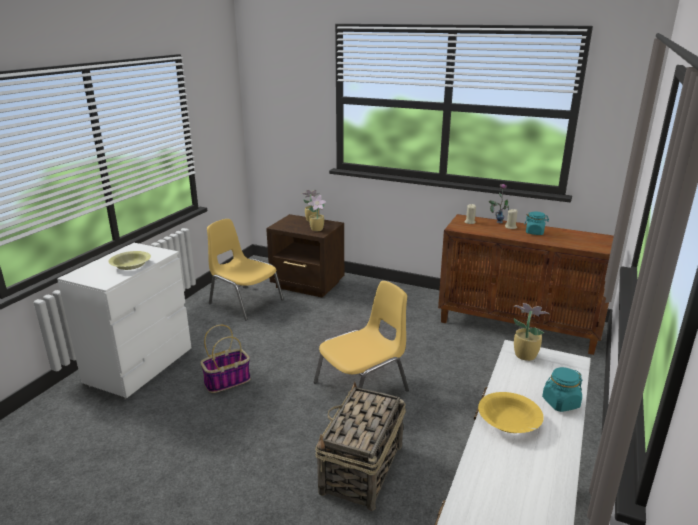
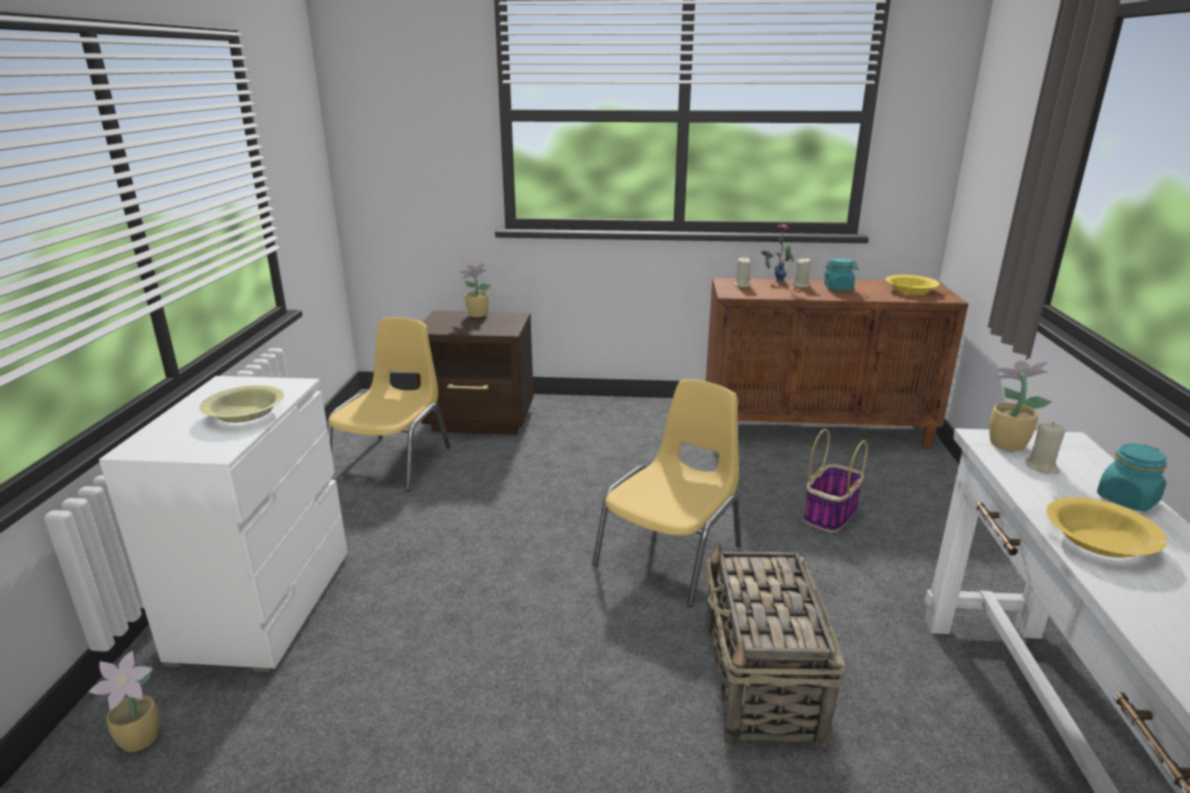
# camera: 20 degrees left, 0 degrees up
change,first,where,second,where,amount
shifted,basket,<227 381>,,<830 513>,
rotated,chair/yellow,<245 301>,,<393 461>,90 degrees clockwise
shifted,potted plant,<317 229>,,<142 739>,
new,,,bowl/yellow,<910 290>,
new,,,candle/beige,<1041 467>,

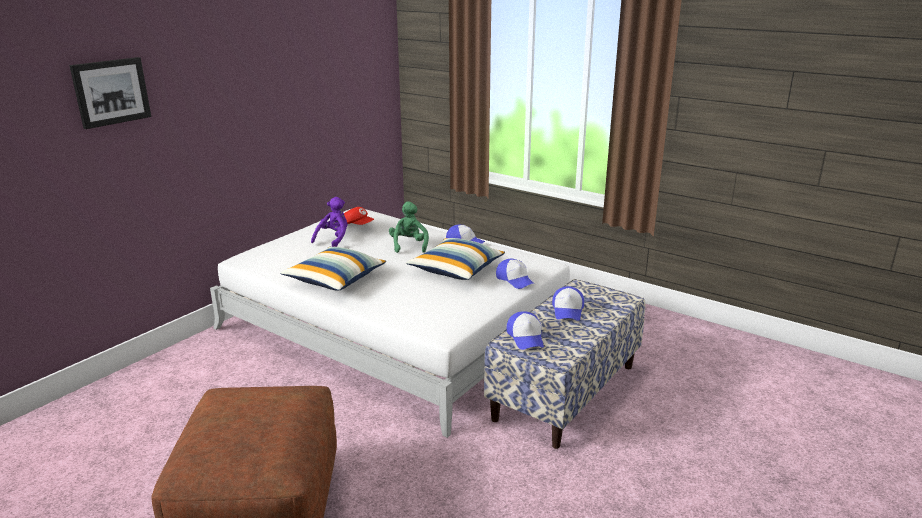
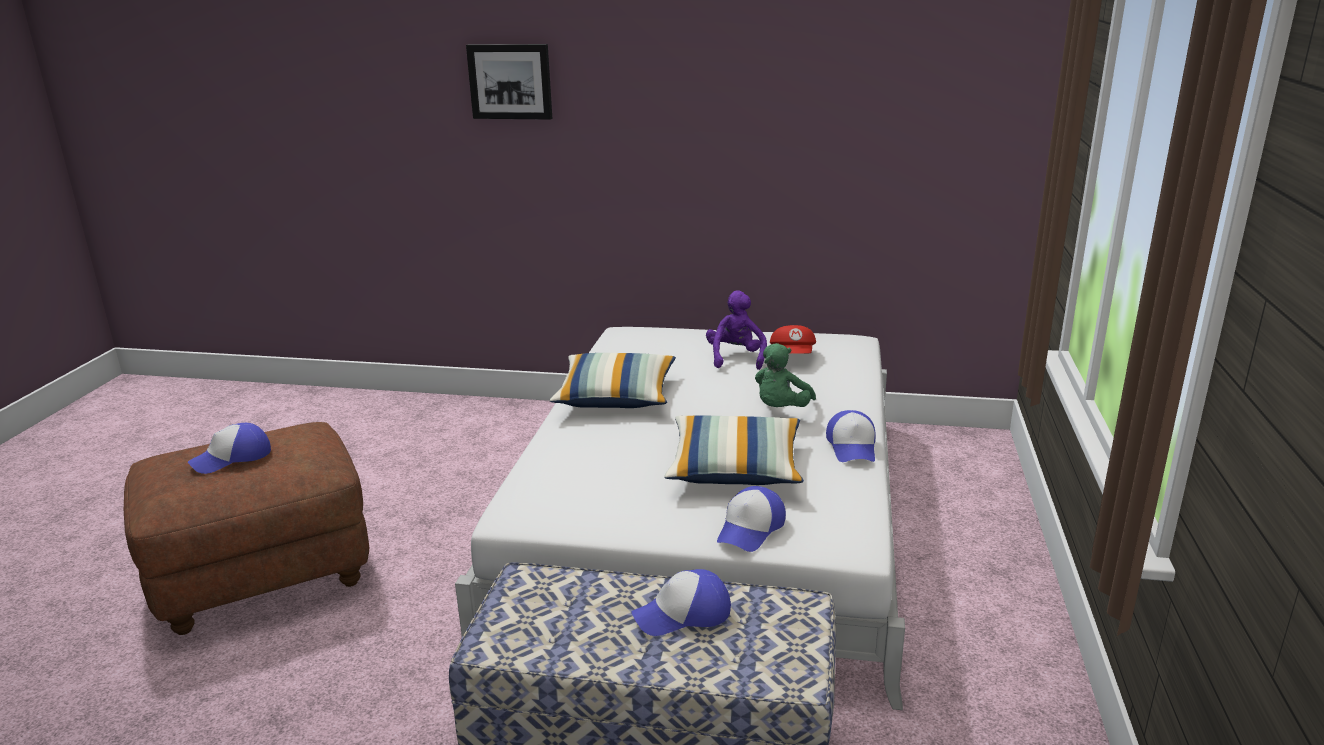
# camera: 65 degrees right, 0 degrees up
change,first,where,second,where,amount
rotated,plush toy/purple,<334 240>,,<736 358>,90 degrees counterclockwise
rotated,plush toy/green,<409 245>,,<781 409>,150 degrees clockwise
shifted,cap,<526 337>,,<232 458>,

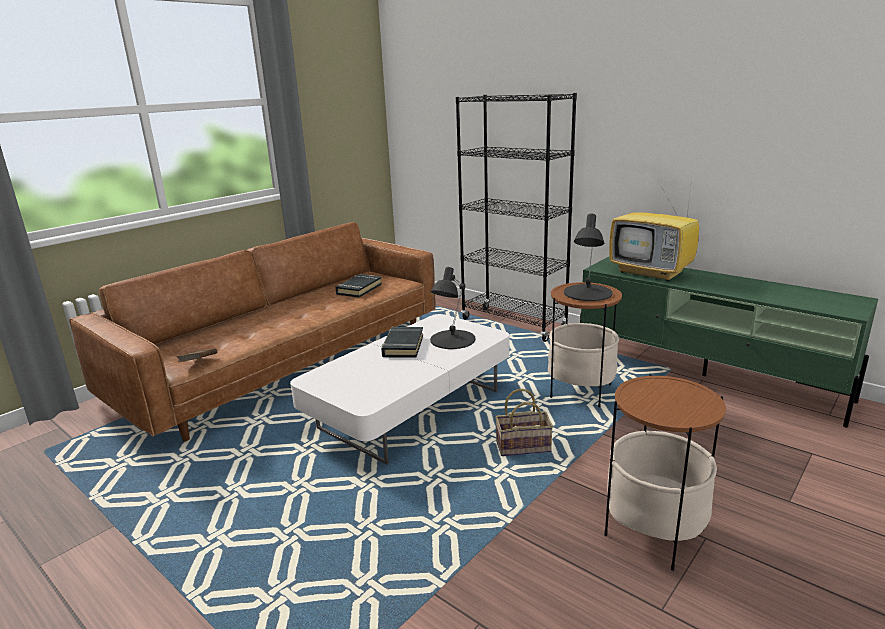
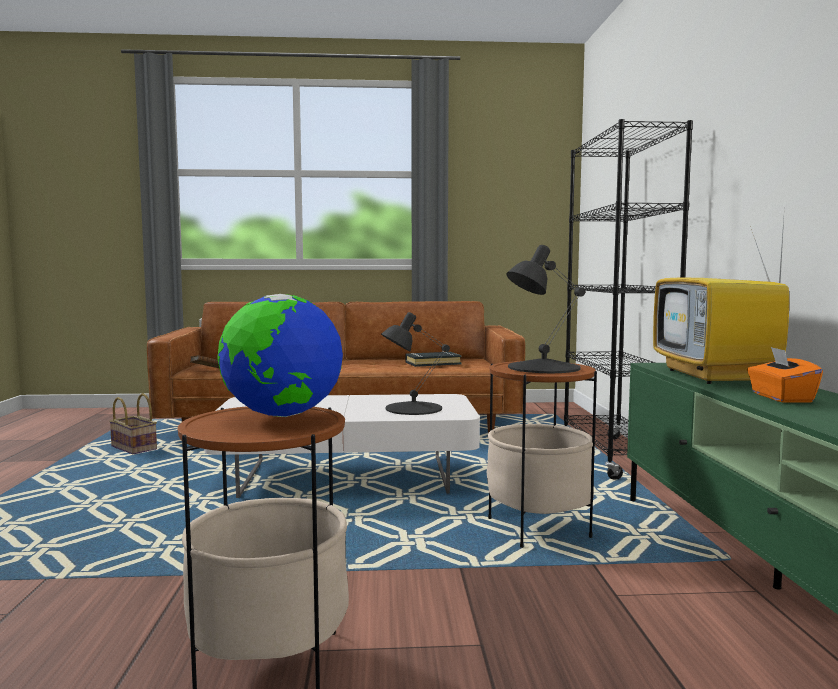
# camera: 45 degrees right, 15 degrees down
change,first,where,second,where,amount
gone,book/black,<403 346>,,,
shifted,basket,<524 446>,,<135 448>,
new,,,globe,<282 415>,
new,,,tissue box/orange,<780 398>,

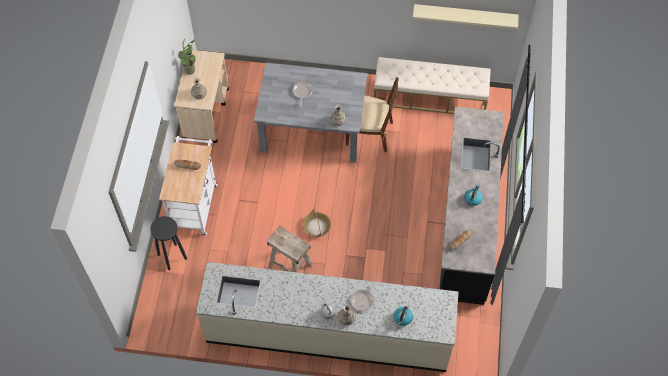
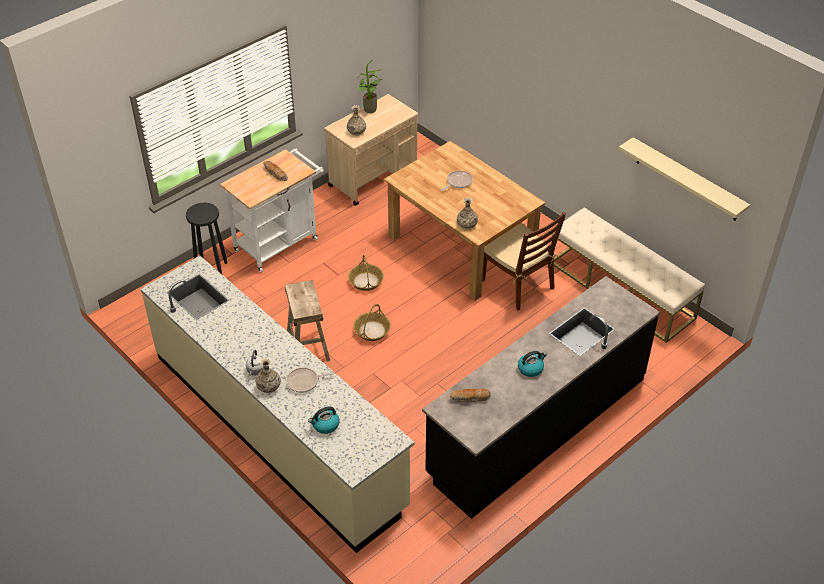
# camera: 40 degrees right, 15 degrees down
change,first,where,second,where,amount
repainted,dining table/grey,<311 130>,dining table/brown,<460 247>,
new,,,basket,<366 281>,

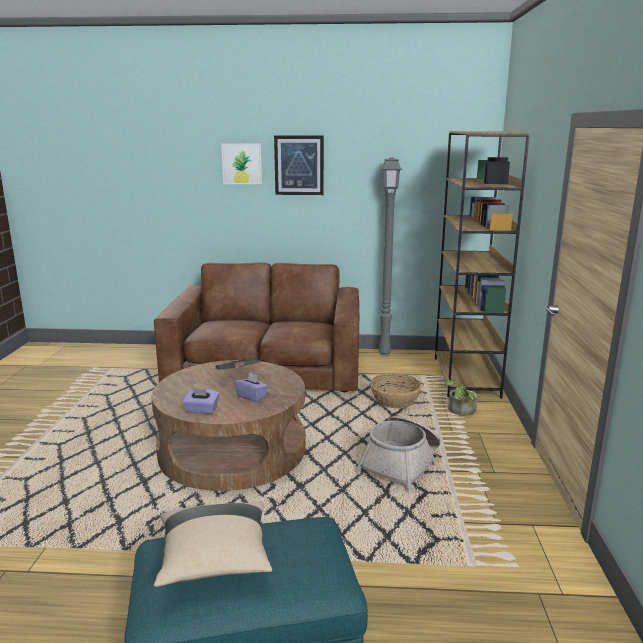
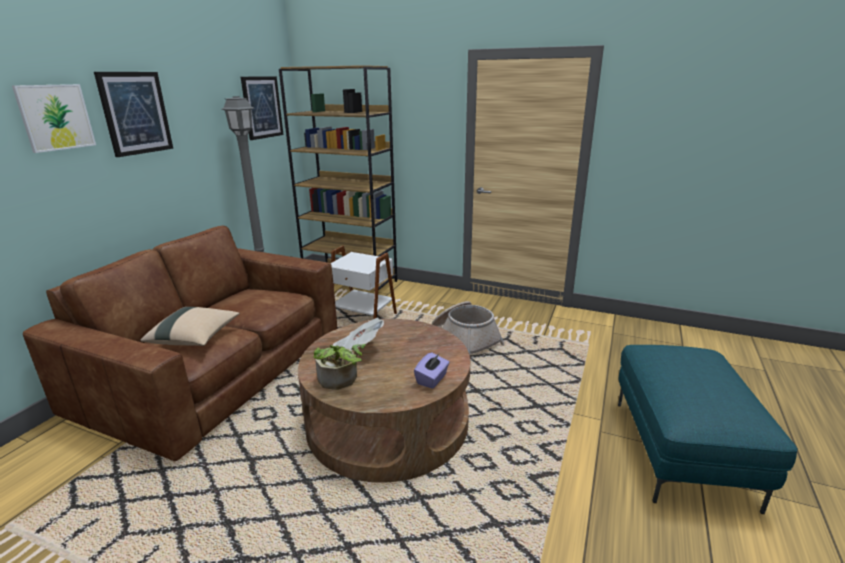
# camera: 70 degrees left, 5 degrees up
change,first,where,second,where,amount
shifted,pillow/beige,<214 560>,,<195 338>,
gone,tissue box/purple,<252 396>,,,
swapped,basket,<395 400>,side table/white,<363 318>,
shifted,potted plant,<460 411>,,<340 381>,
new,,,picture,<262 107>,

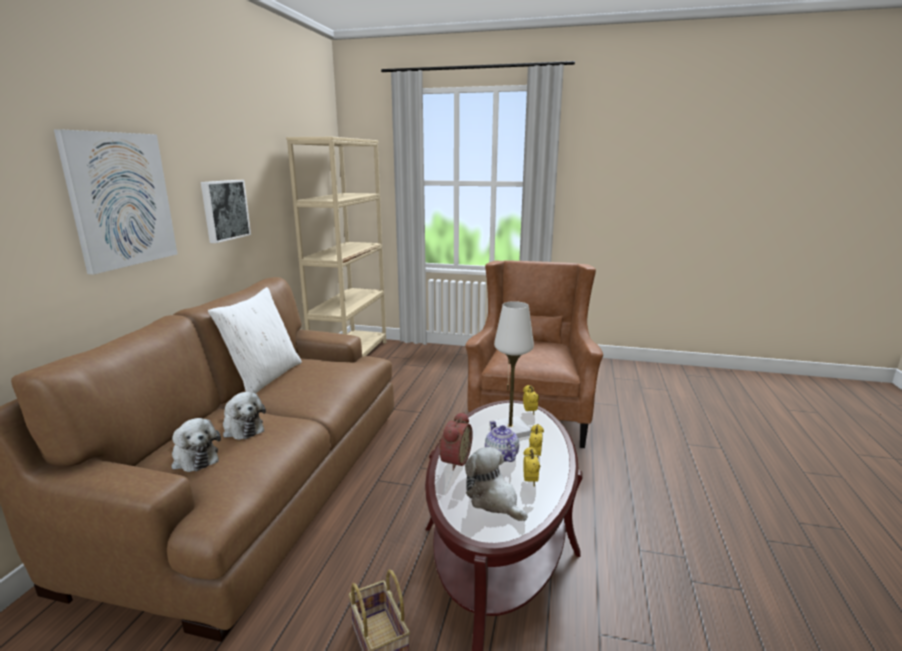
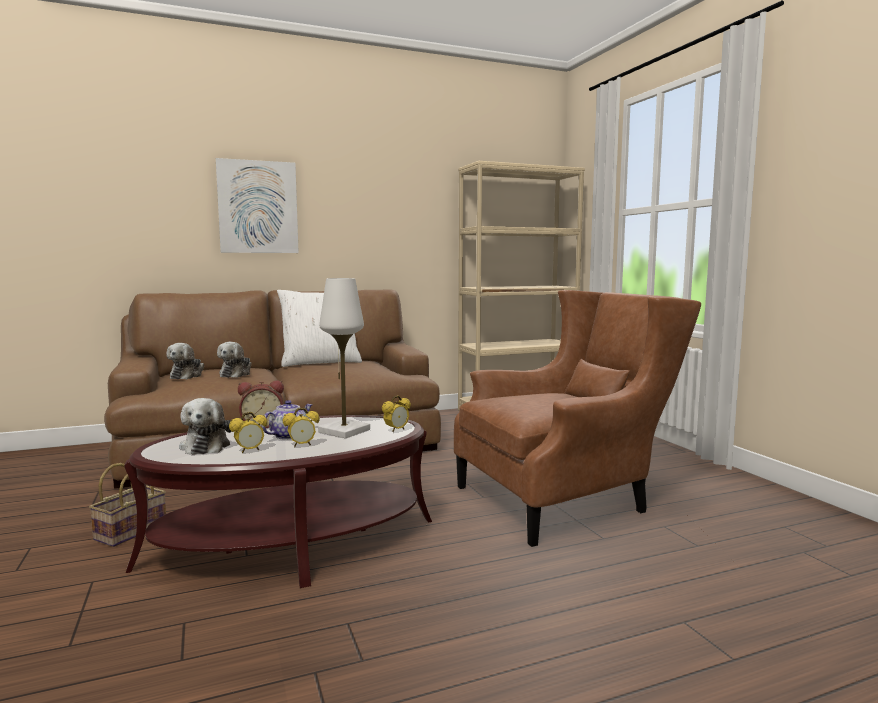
# camera: 55 degrees right, 10 degrees down
change,first,where,second,where,amount
gone,picture,<224 210>,,,
rotated,plush toy,<494 500>,,<206 445>,150 degrees clockwise

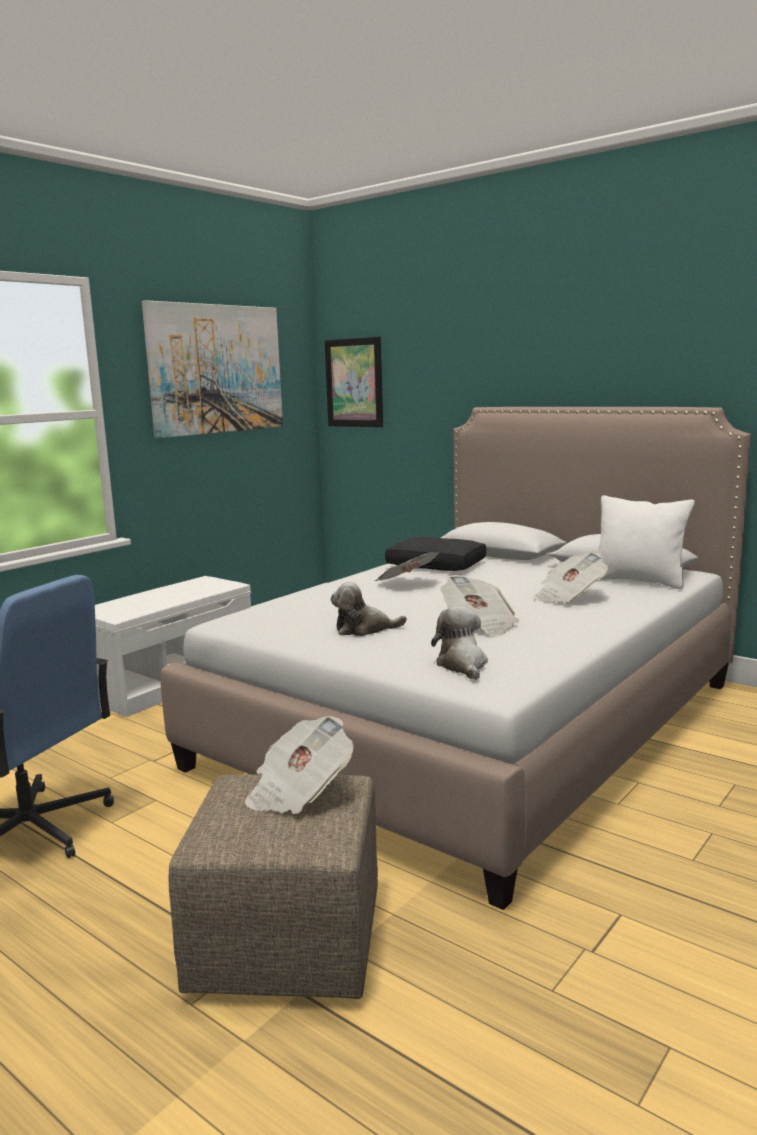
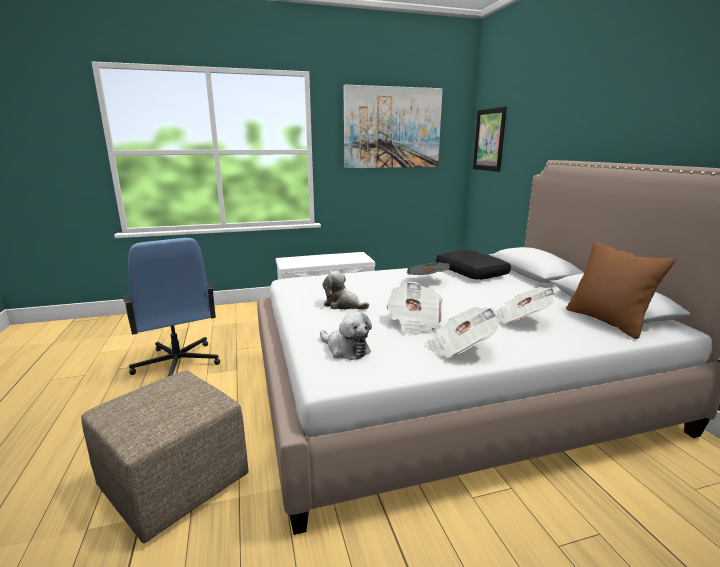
# camera: 35 degrees right, 5 degrees up
change,first,where,second,where,amount
shifted,newspaper,<299 792>,,<459 348>,
rotated,plush toy,<462 665>,,<346 349>,105 degrees clockwise
repainted,pillow/white,<639 581>,pillow/brown,<607 321>,

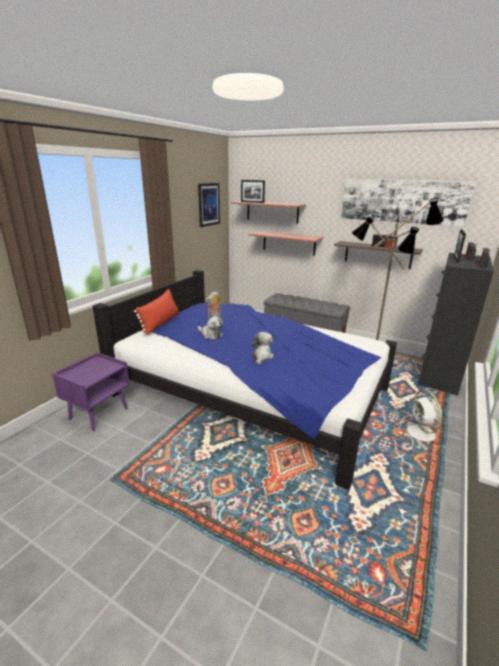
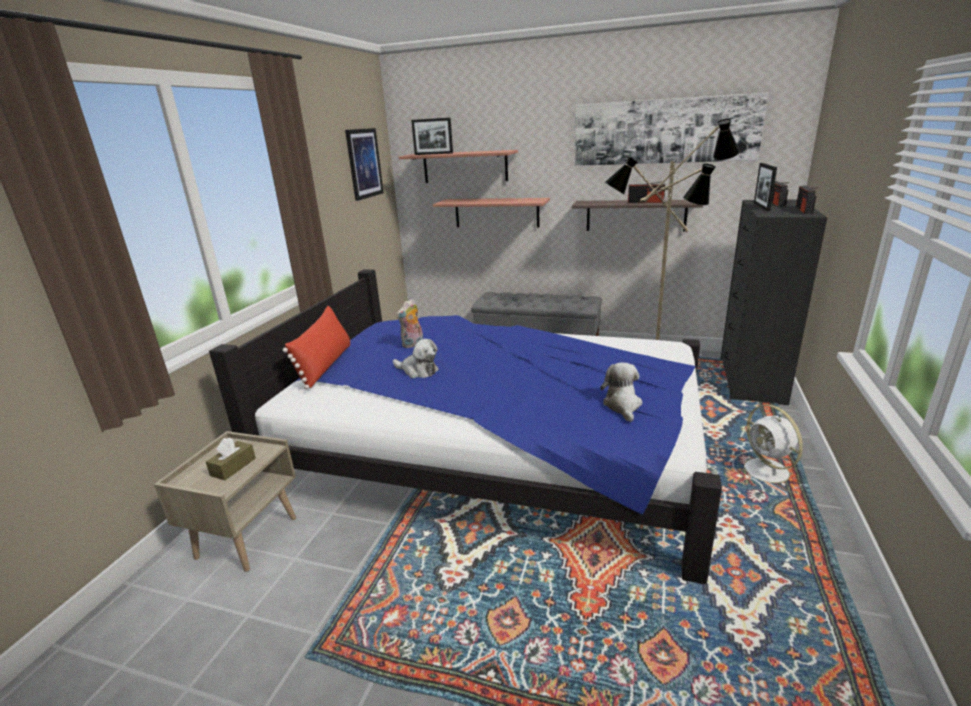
# camera: 10 degrees left, 0 degrees up
change,first,where,second,where,amount
repainted,nightstand/purple,<98 413>,nightstand/beige,<247 537>,
shifted,plush toy,<261 356>,,<622 406>,
new,,,tissue box/brown,<233 467>,

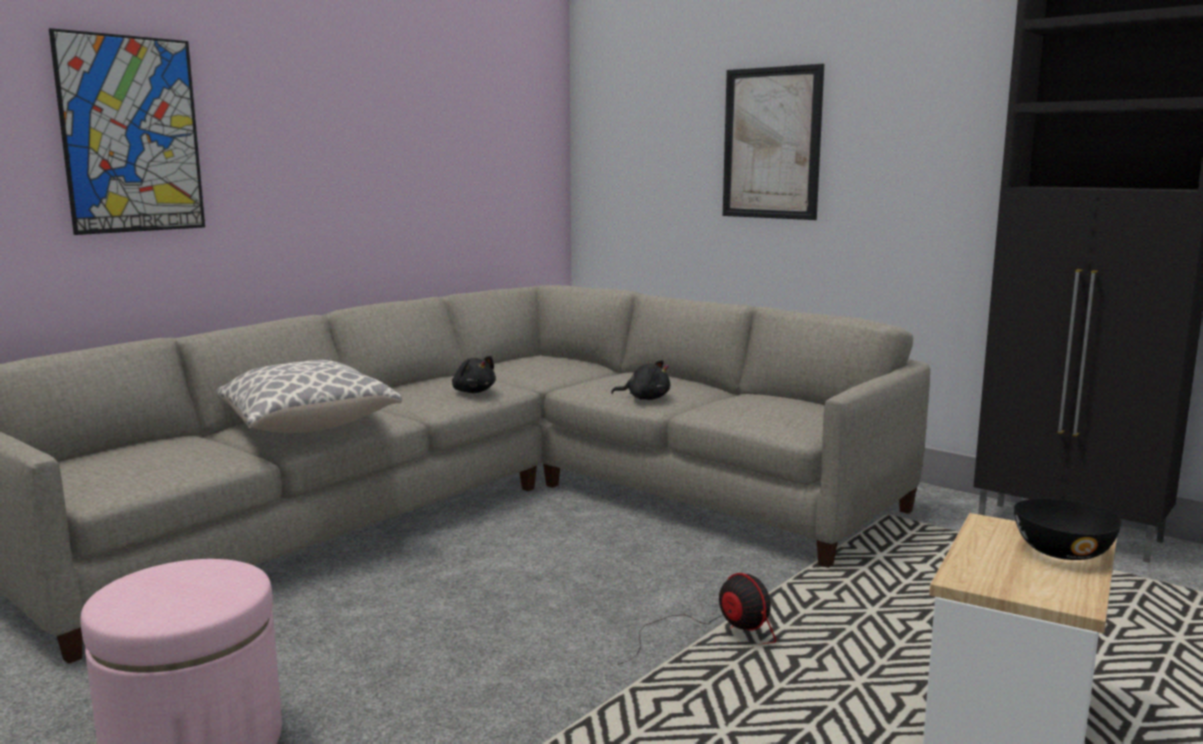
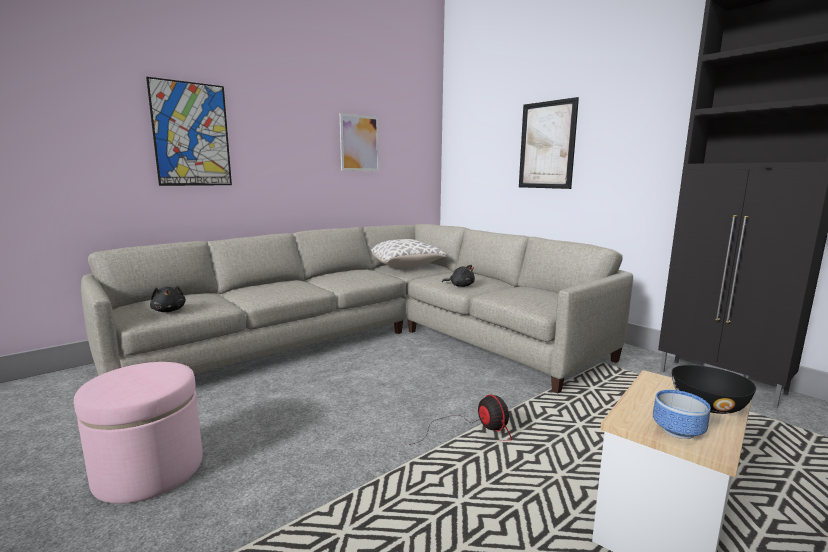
# camera: 10 degrees right, 0 degrees up
change,first,where,second,where,amount
shifted,pillow,<308 426>,,<405 266>,
shifted,plush toy/black,<473 391>,,<169 310>,
new,,,picture,<359 143>,
new,,,bowl,<680 431>,

